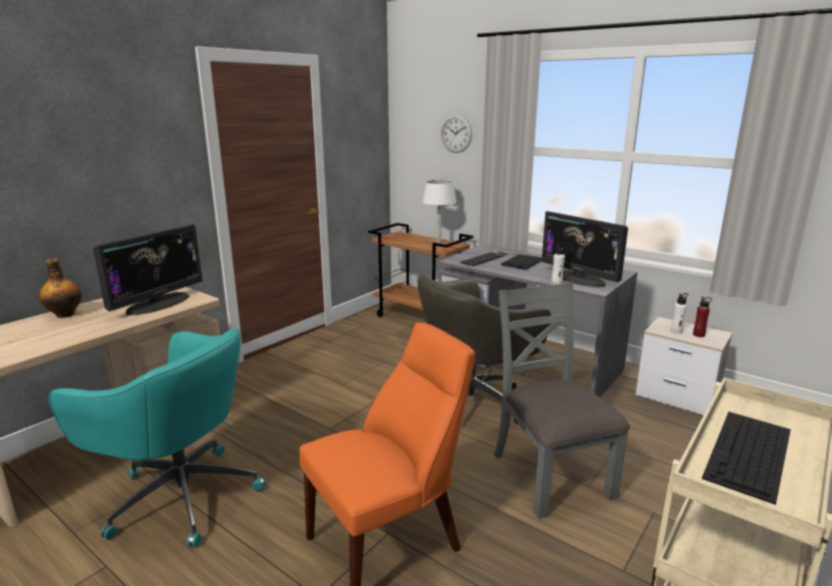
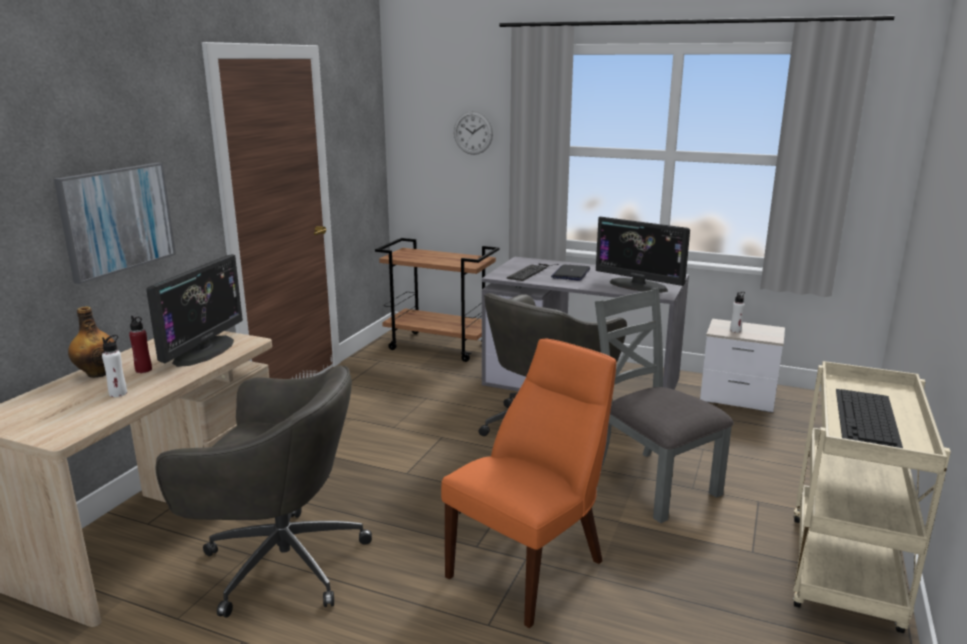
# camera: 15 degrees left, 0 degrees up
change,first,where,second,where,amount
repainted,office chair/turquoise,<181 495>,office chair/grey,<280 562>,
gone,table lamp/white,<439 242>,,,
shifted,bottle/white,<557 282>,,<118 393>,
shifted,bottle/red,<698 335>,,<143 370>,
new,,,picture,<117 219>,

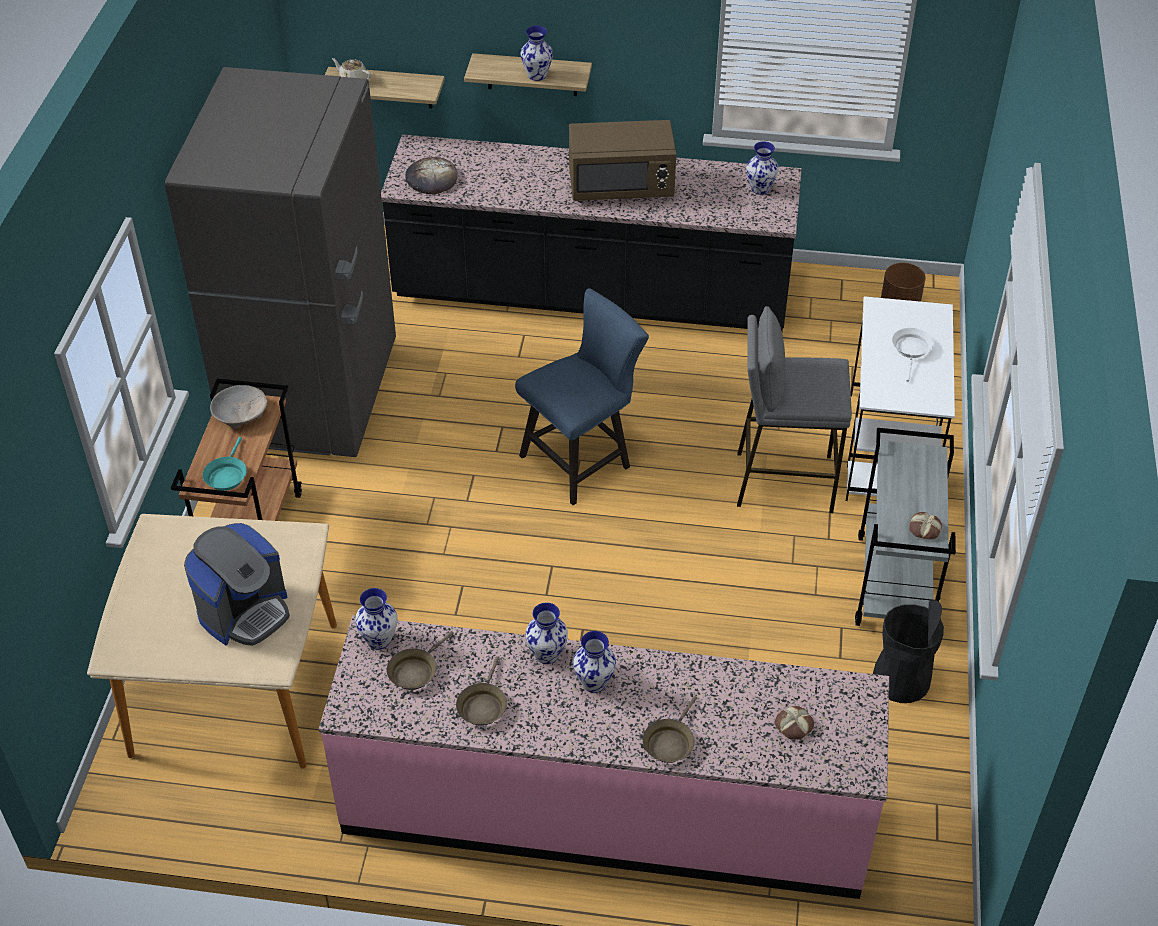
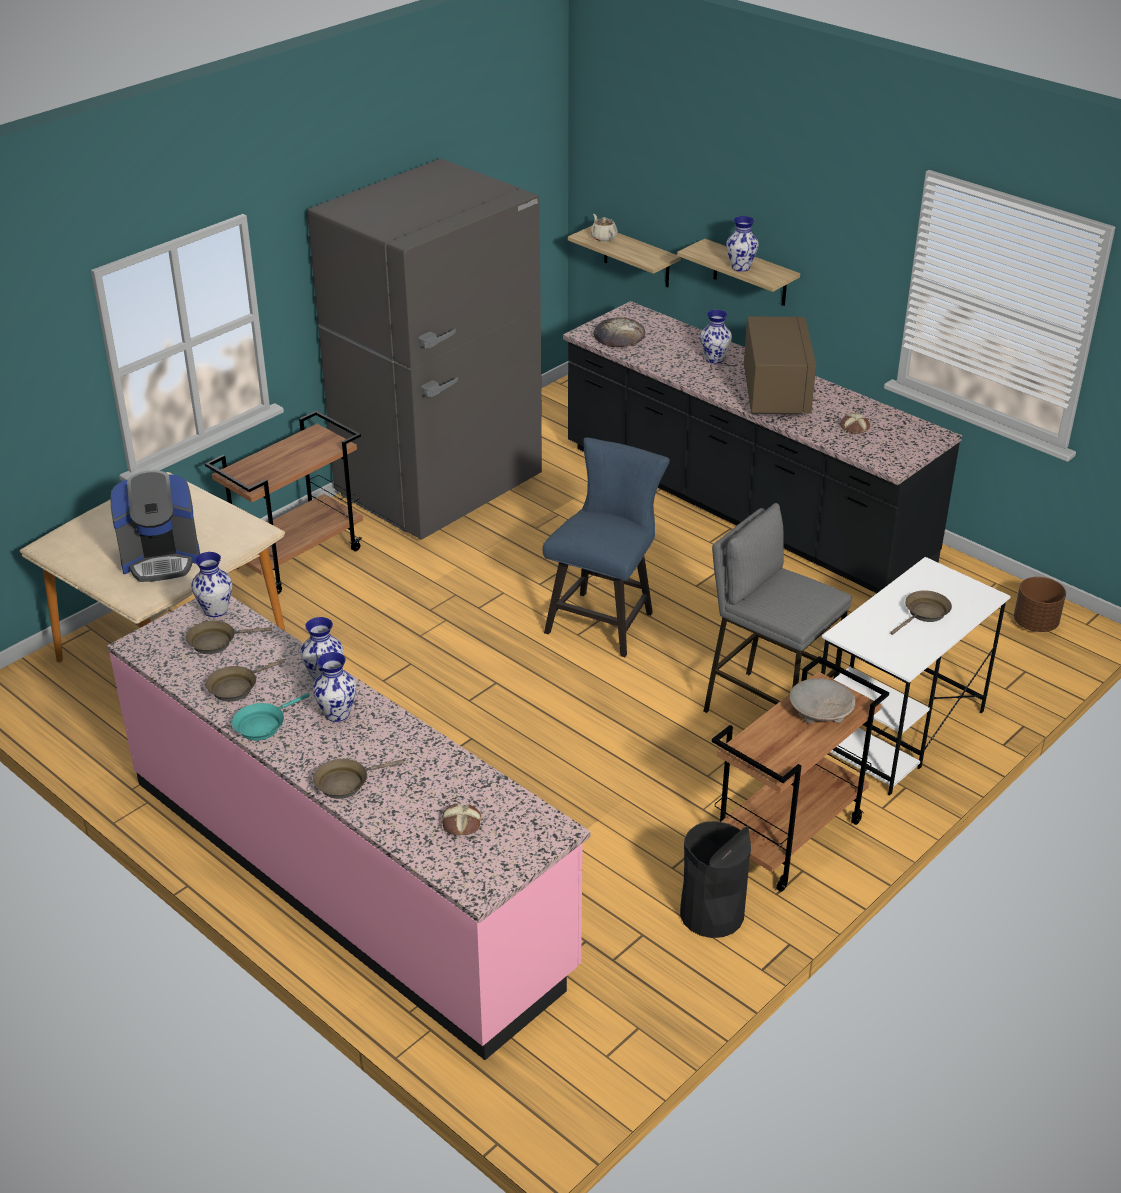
# camera: 35 degrees right, 10 degrees down
change,first,where,second,where,amount
shifted,frying pan/turquoise,<226 475>,,<263 725>,
shifted,bowl/beige,<240 414>,,<820 711>,
rotated,chair/blue,<582 459>,,<604 619>,60 degrees counterclockwise
rotated,microwave/brown,<621 186>,,<775 393>,120 degrees counterclockwise
shifted,vase,<760 189>,,<714 359>,
repainted,cart/grey,<895 585>,cart/brown,<787 837>,
repainted,frying pan/white,<911 350>,frying pan/brown,<924 614>,
shifted,bread,<924 529>,,<854 427>,

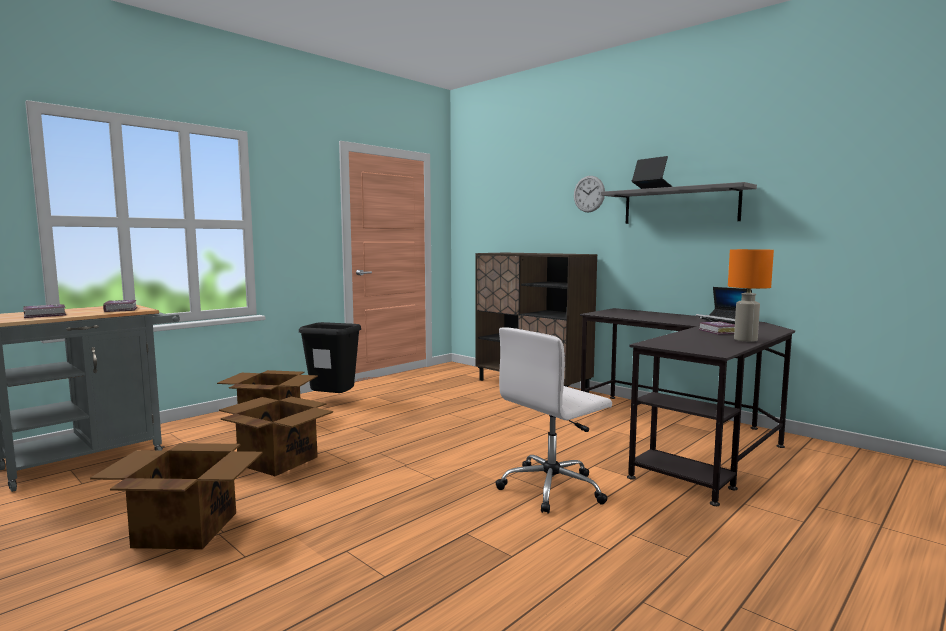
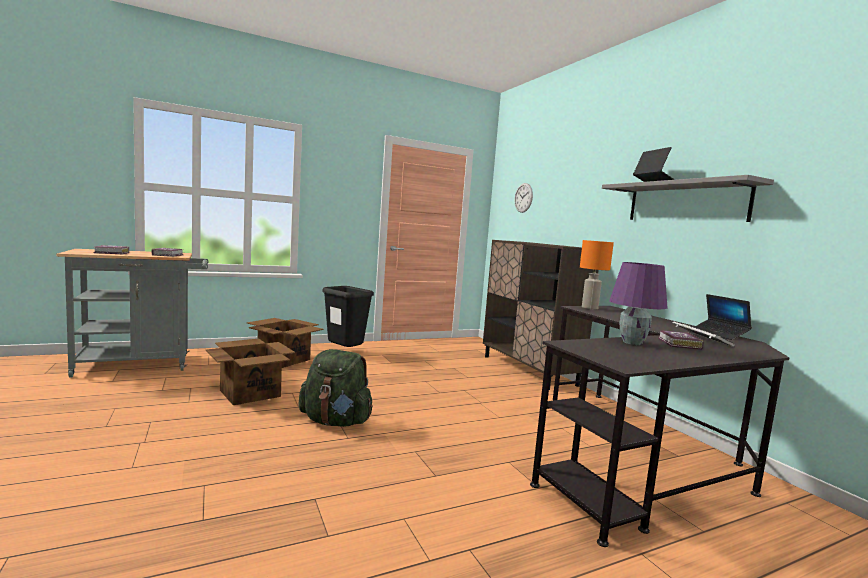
# camera: 20 degrees right, 0 degrees up
change,first,where,second,where,amount
gone,cardboard box,<185 529>,,,
gone,office chair/white,<552 488>,,,
shifted,wall clock,<589 194>,,<523 197>,
shifted,table lamp/orange,<746 340>,,<590 308>,
new,,,backpack/green,<336 421>,
new,,,table lamp/purple,<632 343>,

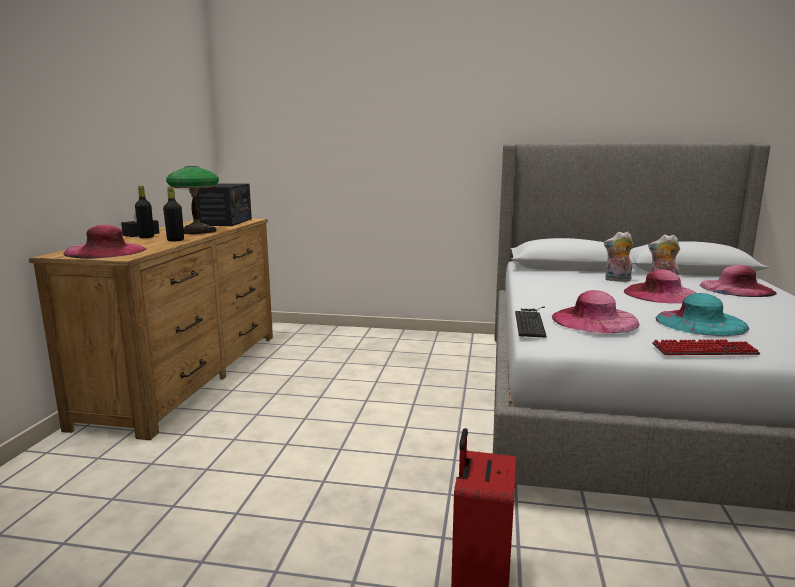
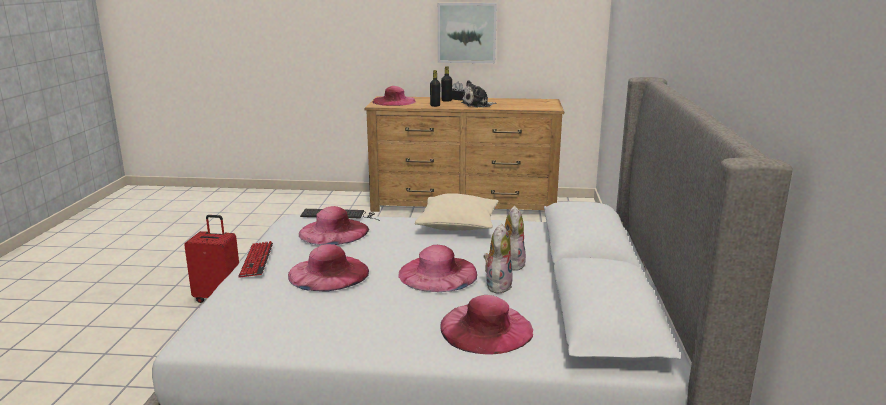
# camera: 85 degrees right, 5 degrees up
change,first,where,second,where,amount
swapped,table lamp,<197 231>,plush toy,<478 105>,
gone,radio,<225 222>,,,
repainted,hat/turquoise,<700 322>,hat/pink,<328 273>,
new,,,pillow/beige,<458 225>,
new,,,picture,<466 33>,

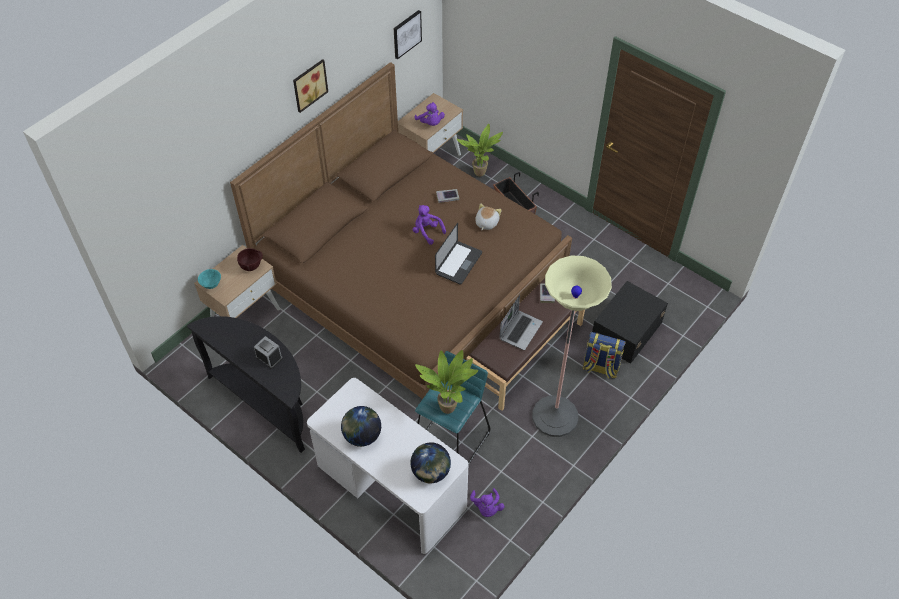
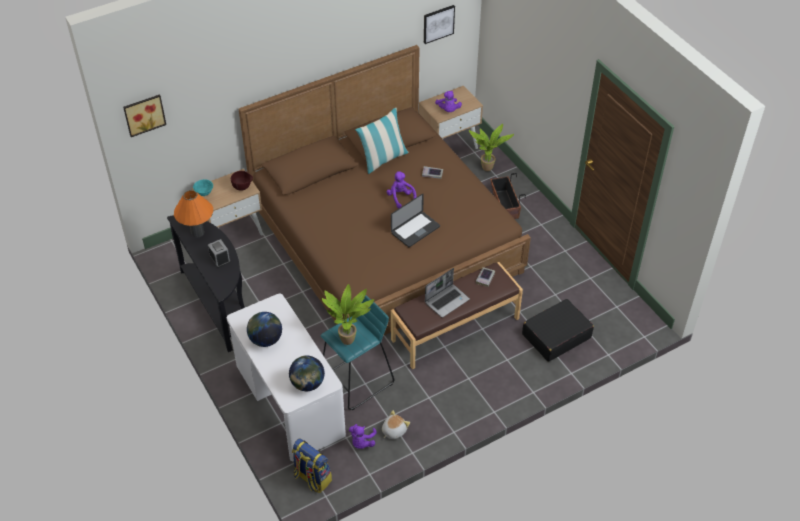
# camera: 20 degrees right, 5 degrees down
change,first,where,second,where,amount
shifted,picture,<309 84>,,<144 114>,
shifted,plush toy,<486 223>,,<393 430>,
gone,floor lamp,<555 416>,,,
shifted,backpack,<600 367>,,<312 478>,
swapped,storage box/black,<625 331>,suitcase/black,<556 336>,
new,,,table lamp/orange,<197 232>,
new,,,pillow,<383 159>,

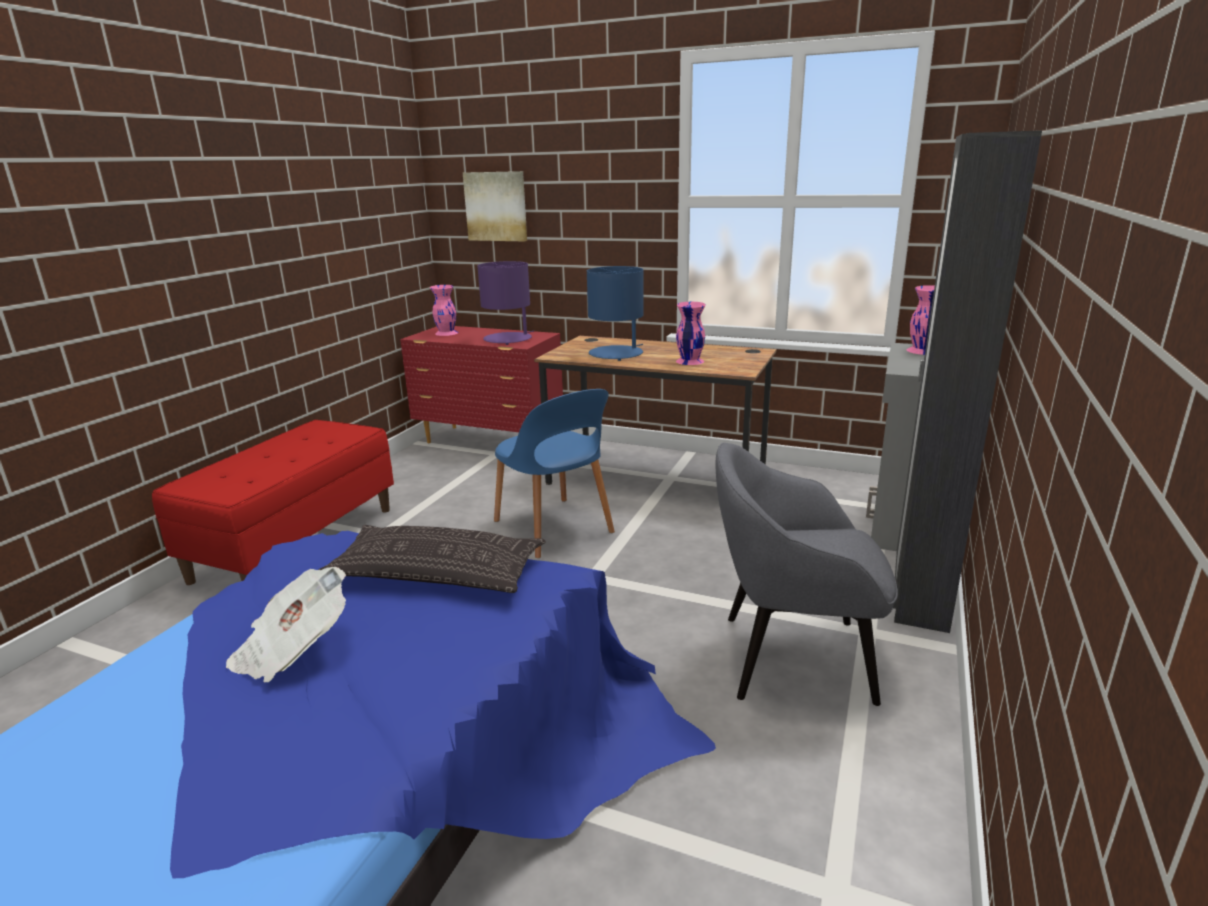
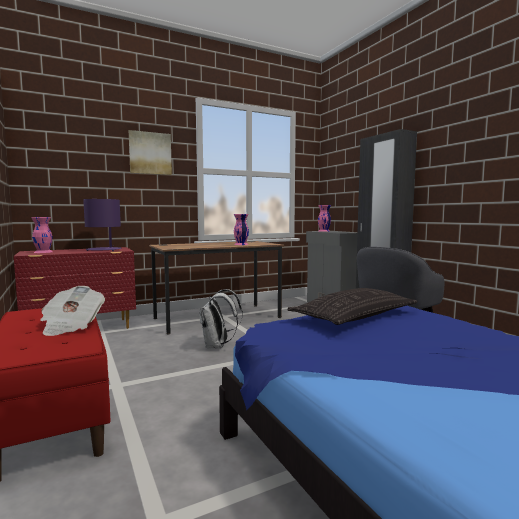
# camera: 50 degrees left, 15 degrees down
change,first,where,second,where,amount
shifted,newspaper,<293 650>,,<71 326>,
shifted,picture,<496 206>,,<150 153>,
swapped,chair/blue,<554 528>,backpack/white,<218 346>,
gone,table lamp/blue,<616 354>,,,

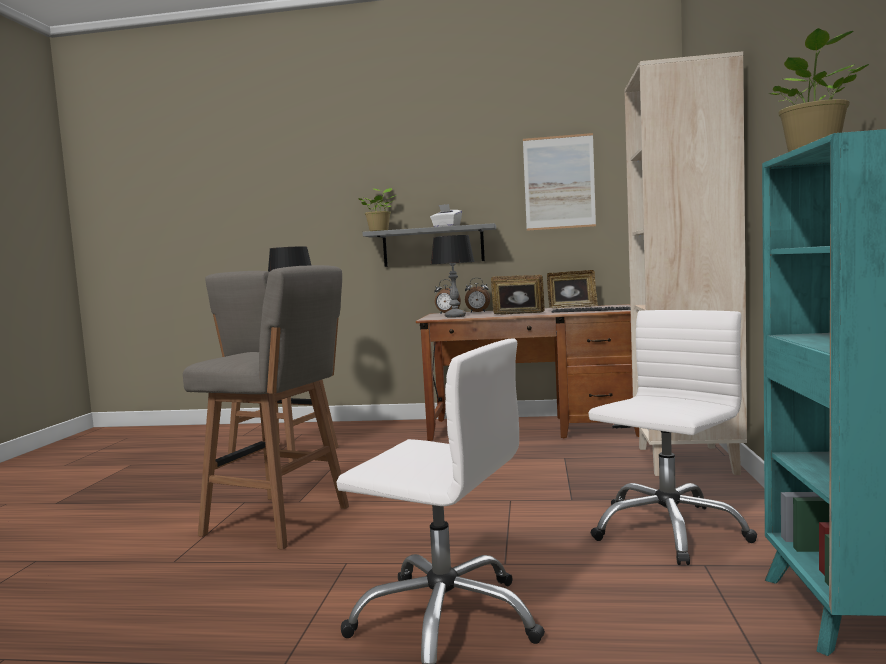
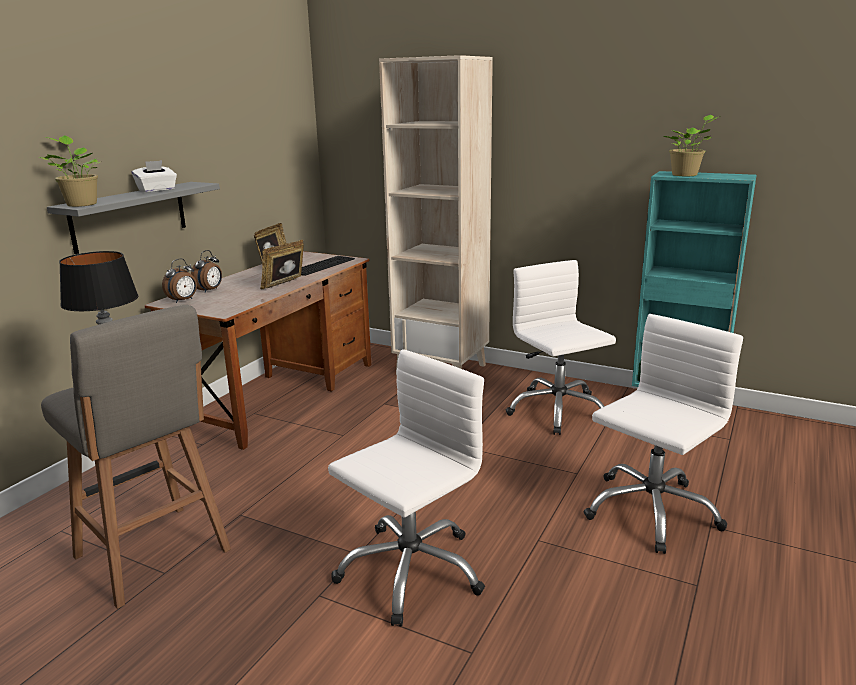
# camera: 70 degrees left, 15 degrees up
change,first,where,second,where,amount
swapped,stool/grey,<281 521>,office chair/white,<410 570>,
gone,table lamp,<455 316>,,,
gone,picture,<559 182>,,,

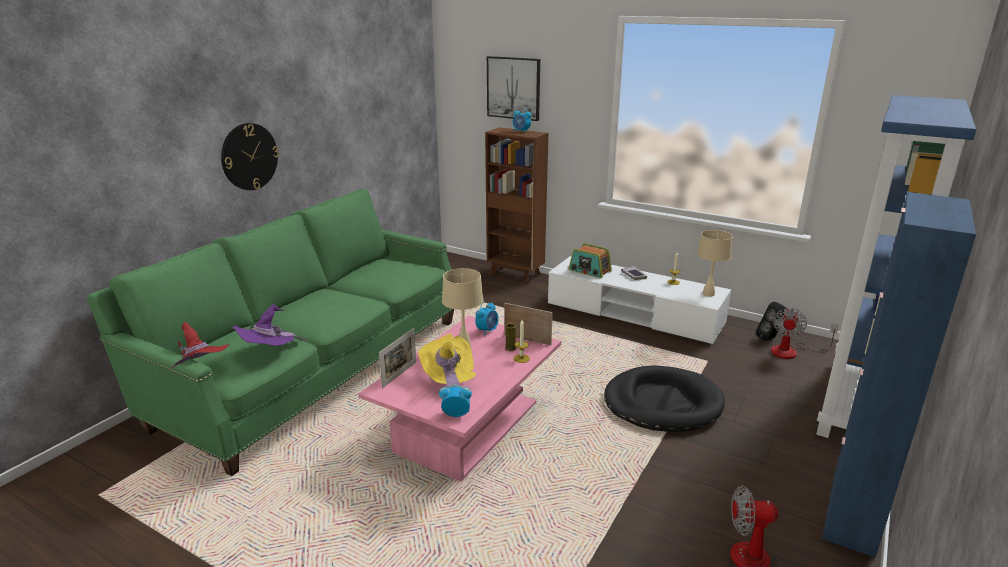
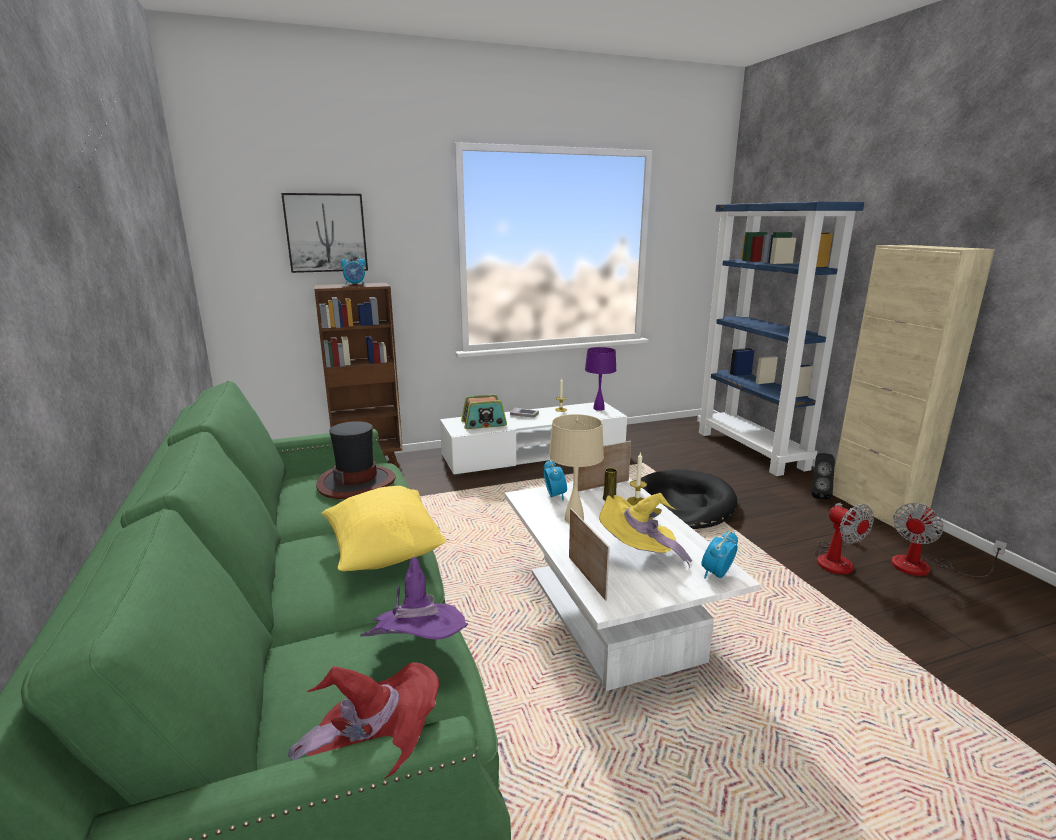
# camera: 50 degrees left, 5 degrees down
change,first,where,second,where,amount
gone,wall clock,<249 156>,,,
repainted,coffee table/pink,<468 427>,coffee table/white,<610 613>,
repainted,table lamp/beige,<708 294>,table lamp/purple,<599 408>,
shifted,speaker/black,<770 338>,,<818 495>,
shifted,fan,<792 351>,,<835 558>,
repainted,cabinet/blue,<852 514>,cabinet/beige,<875 508>,
new,,,hat,<357 482>,
new,,,pillow/yellow,<384 552>,

